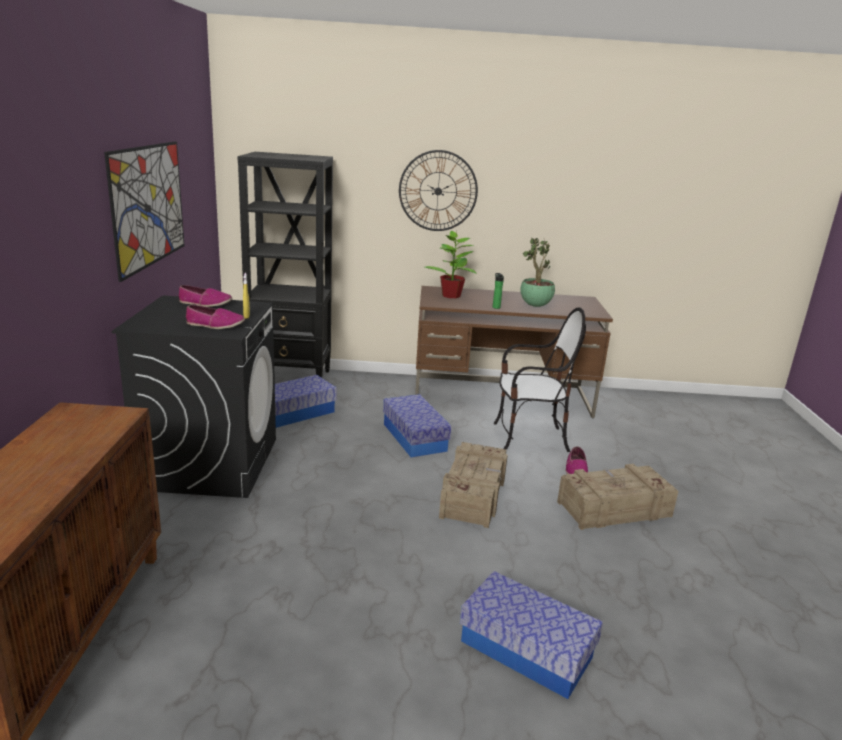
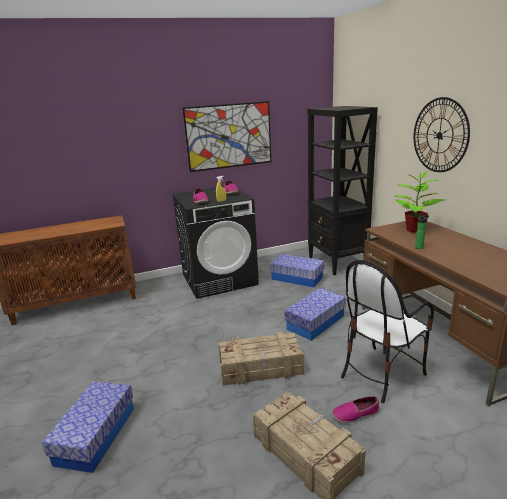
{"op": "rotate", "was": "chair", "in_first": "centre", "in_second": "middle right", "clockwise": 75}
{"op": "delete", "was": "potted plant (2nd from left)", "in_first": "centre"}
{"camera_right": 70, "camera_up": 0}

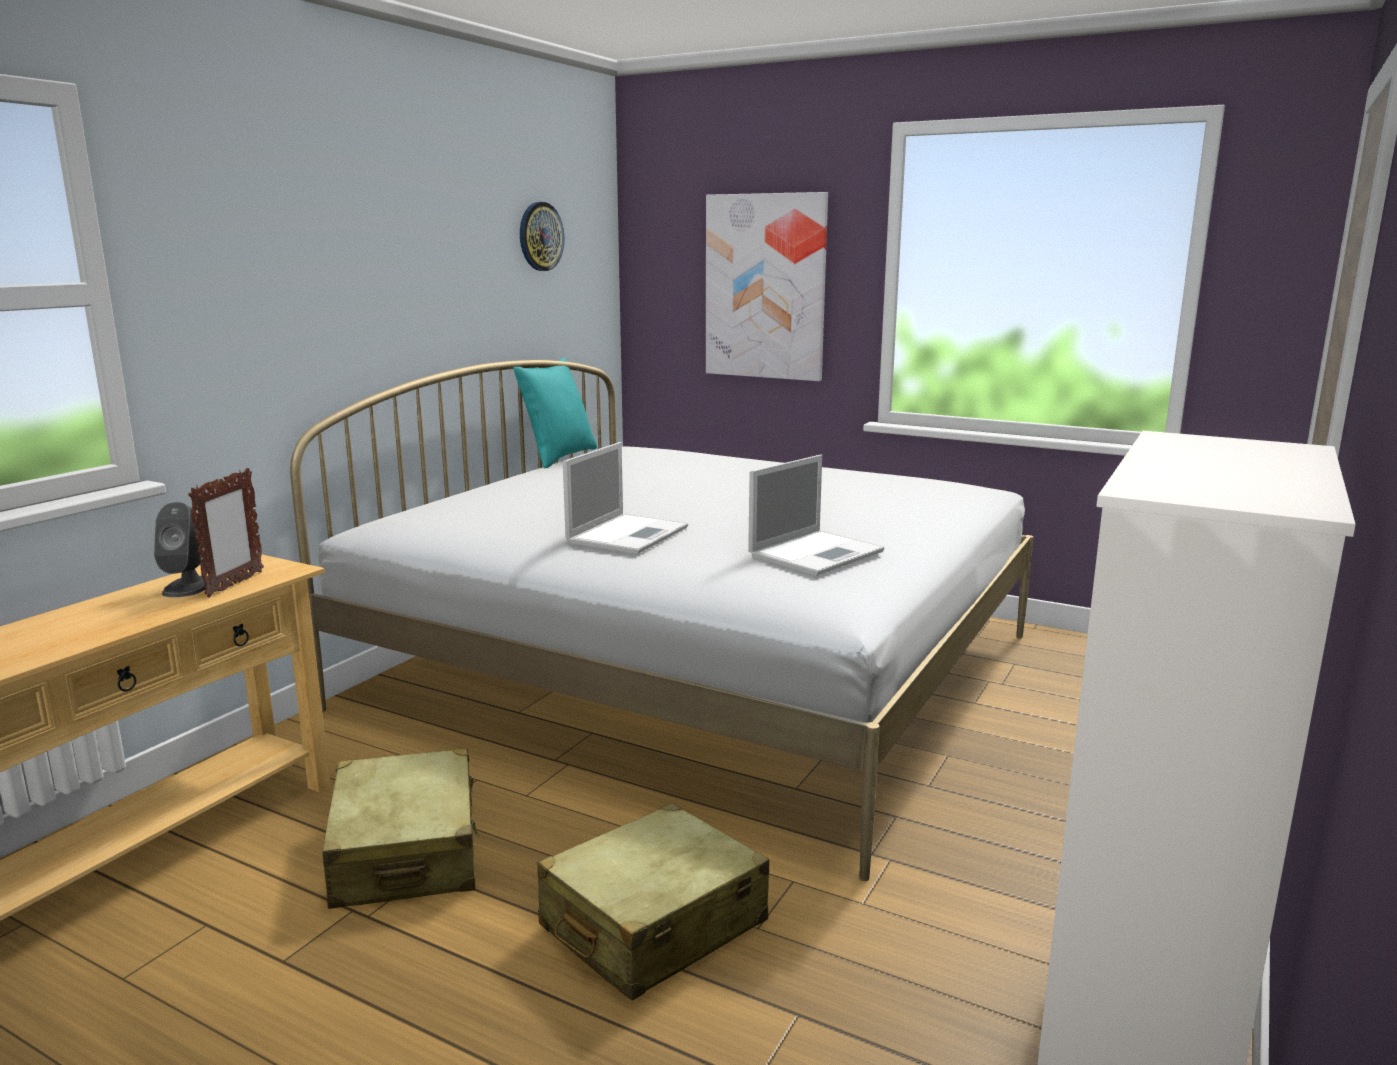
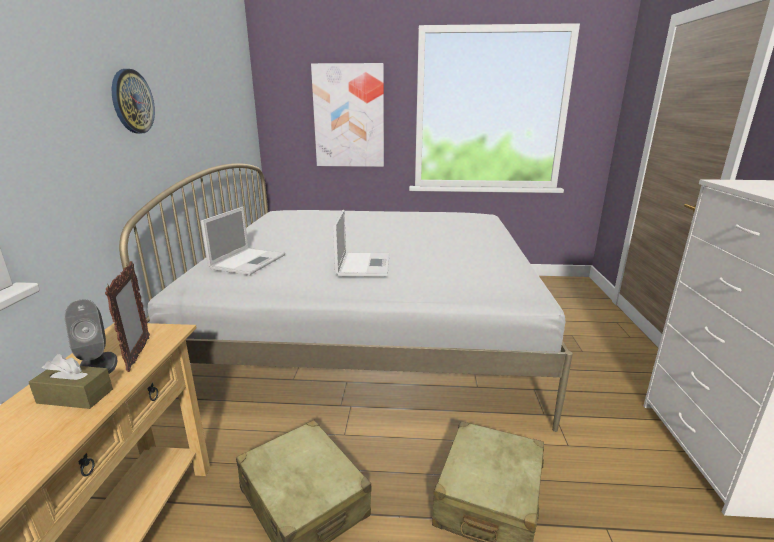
{"op": "delete", "was": "blue-green pillow", "in_first": "centre"}
{"op": "move", "was": "clock on the wall", "in_first": "top centre", "in_second": "top left"}
{"op": "move", "was": "portable computer (2nd from left in the first image)", "now": "portable computer (1st from left)", "in_first": "centre", "in_second": "middle left"}
{"op": "insert", "now": "brown tissue holder", "in_second": "bottom left"}
{"camera_right": -25, "camera_up": 5}

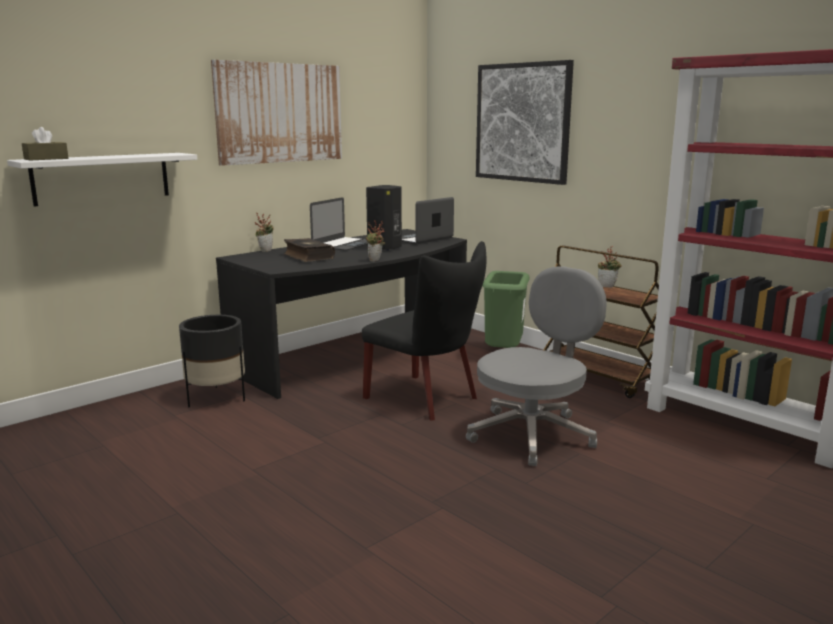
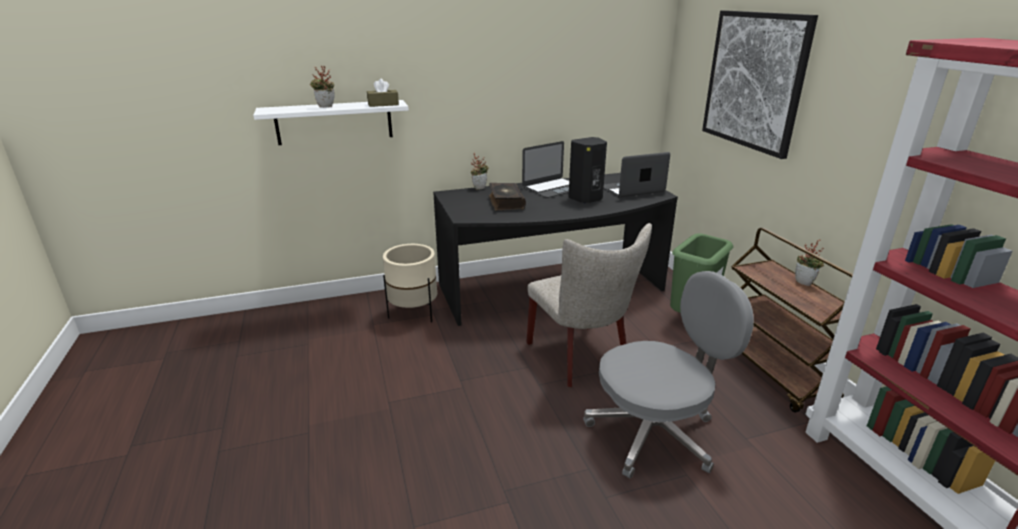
{"op": "move", "was": "brown tissue holder", "in_first": "top left", "in_second": "top centre"}
{"op": "recolor", "was": "black flower pot", "now": "beige flower pot", "in_first": "middle left", "in_second": "centre"}
{"op": "delete", "was": "picture (1st from left)", "in_first": "top left"}
{"op": "recolor", "was": "black chair", "now": "beige chair", "in_first": "centre", "in_second": "centre"}
{"op": "move", "was": "potted plant (2nd from left in the first image)", "now": "potted plant (1st from left)", "in_first": "centre", "in_second": "top left"}
{"camera_right": 25, "camera_up": 10}

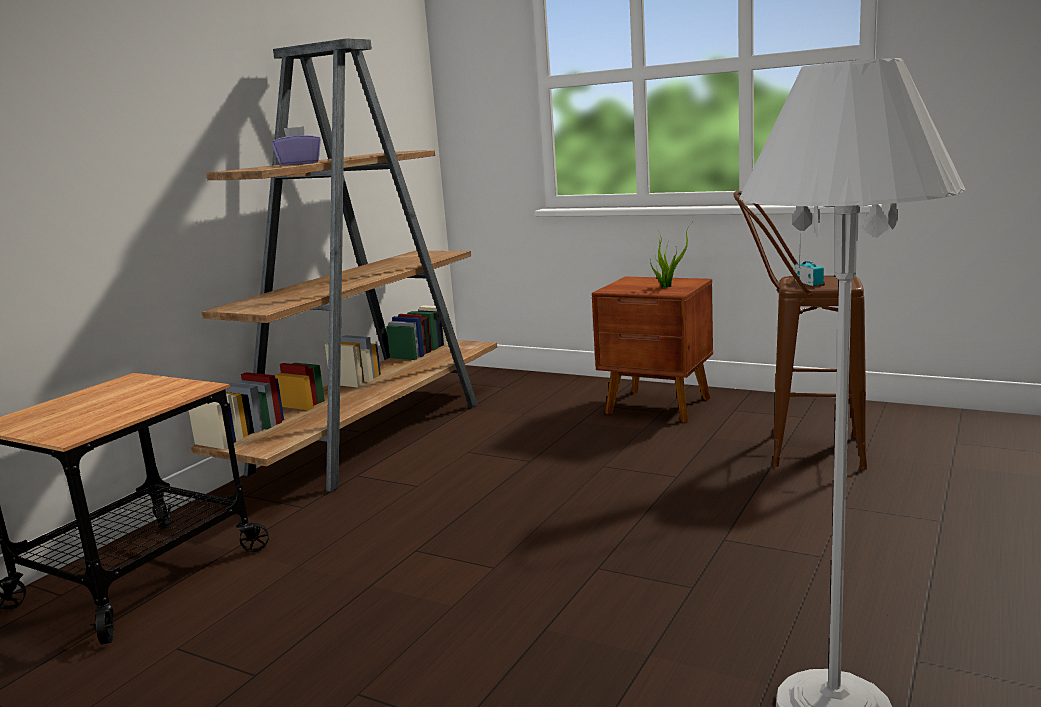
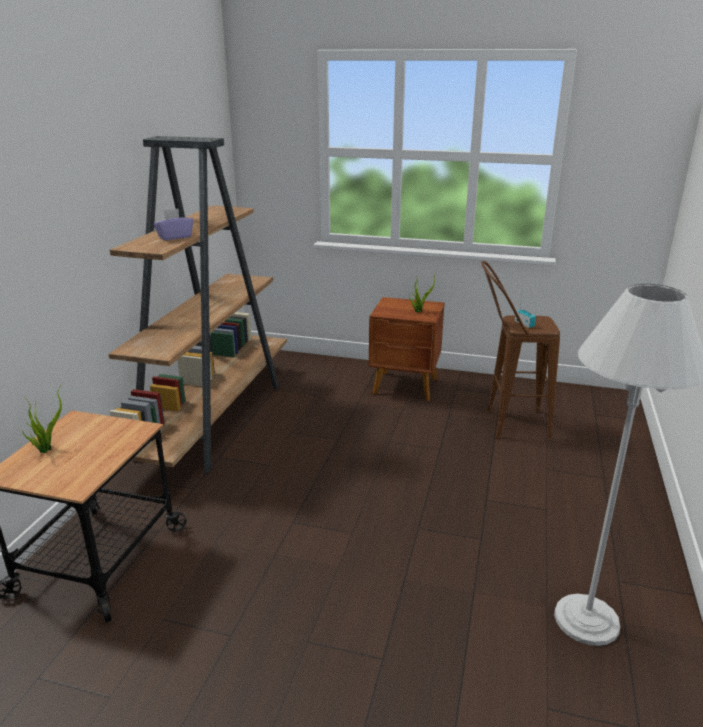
{"op": "insert", "now": "potted plant (1st from left)", "in_second": "middle left"}
{"camera_right": -15, "camera_up": 10}

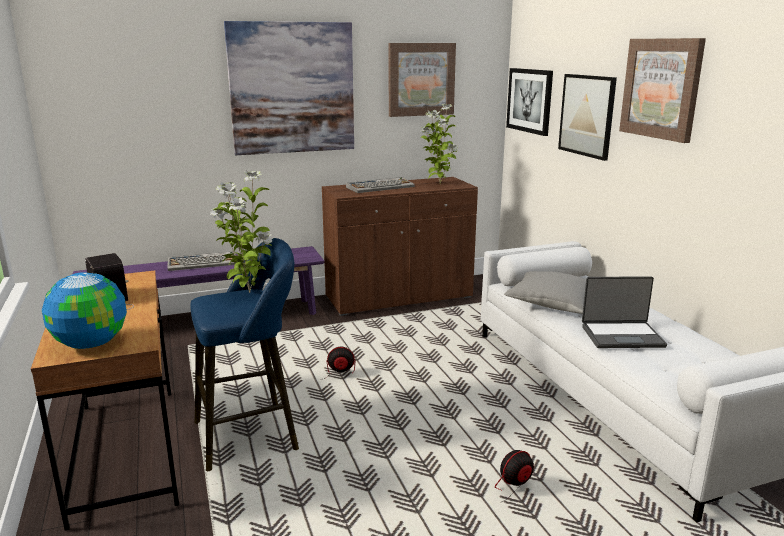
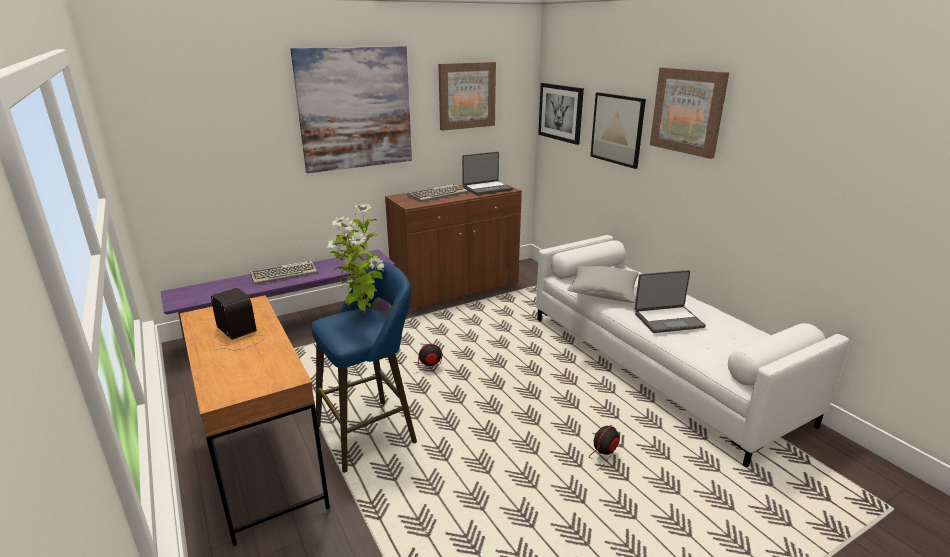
{"op": "delete", "was": "globe", "in_first": "middle left"}
{"op": "replace", "was": "potted plant (2nd from left)", "now": "portable computer (1st from left)", "in_first": "top centre", "in_second": "top centre"}
{"camera_right": -10, "camera_up": 5}

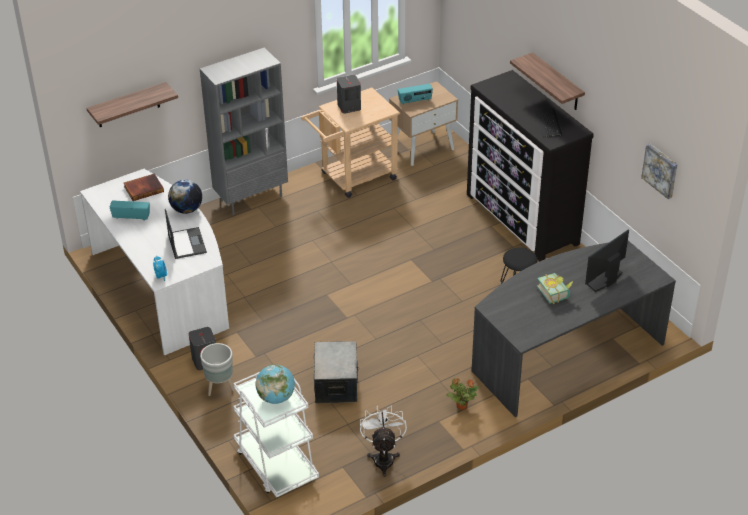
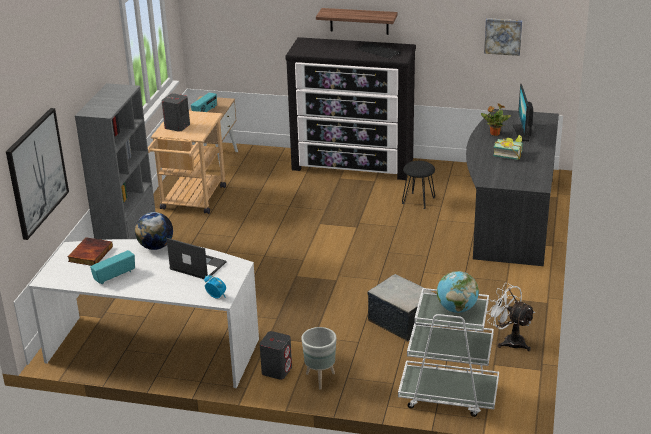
{"op": "replace", "was": "shelf (1st from left)", "now": "picture (1st from left)", "in_first": "top left", "in_second": "middle left"}
{"op": "move", "was": "potted plant", "in_first": "bottom centre", "in_second": "top right"}
{"camera_right": -45, "camera_up": -10}

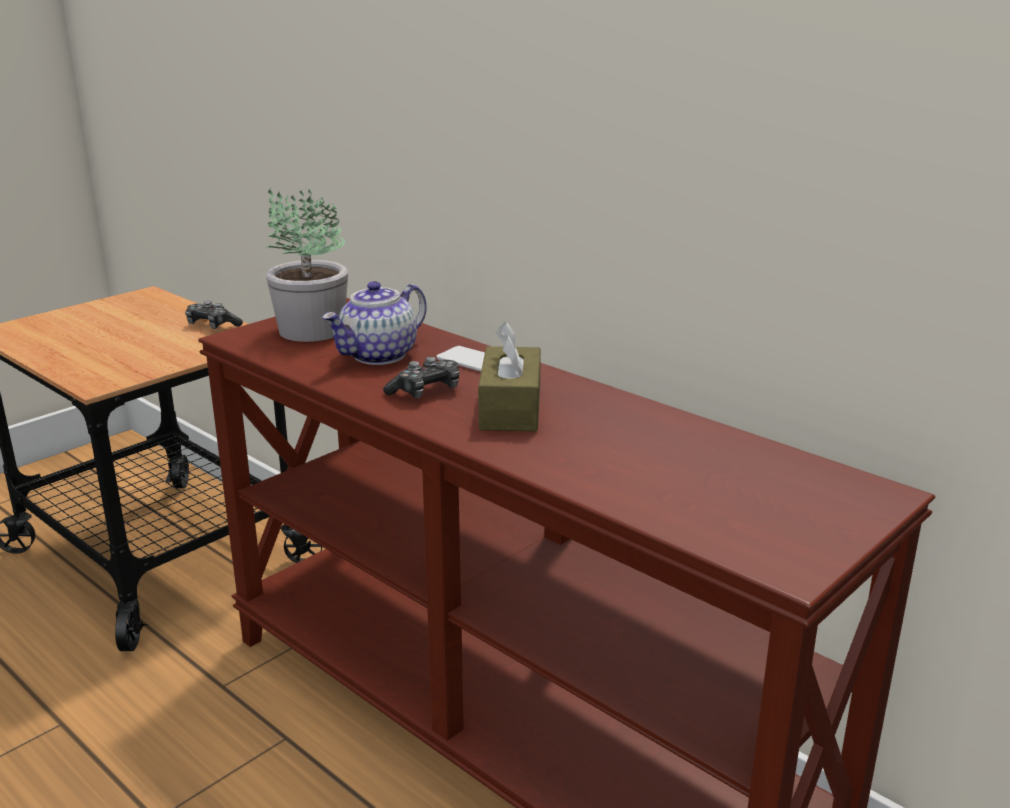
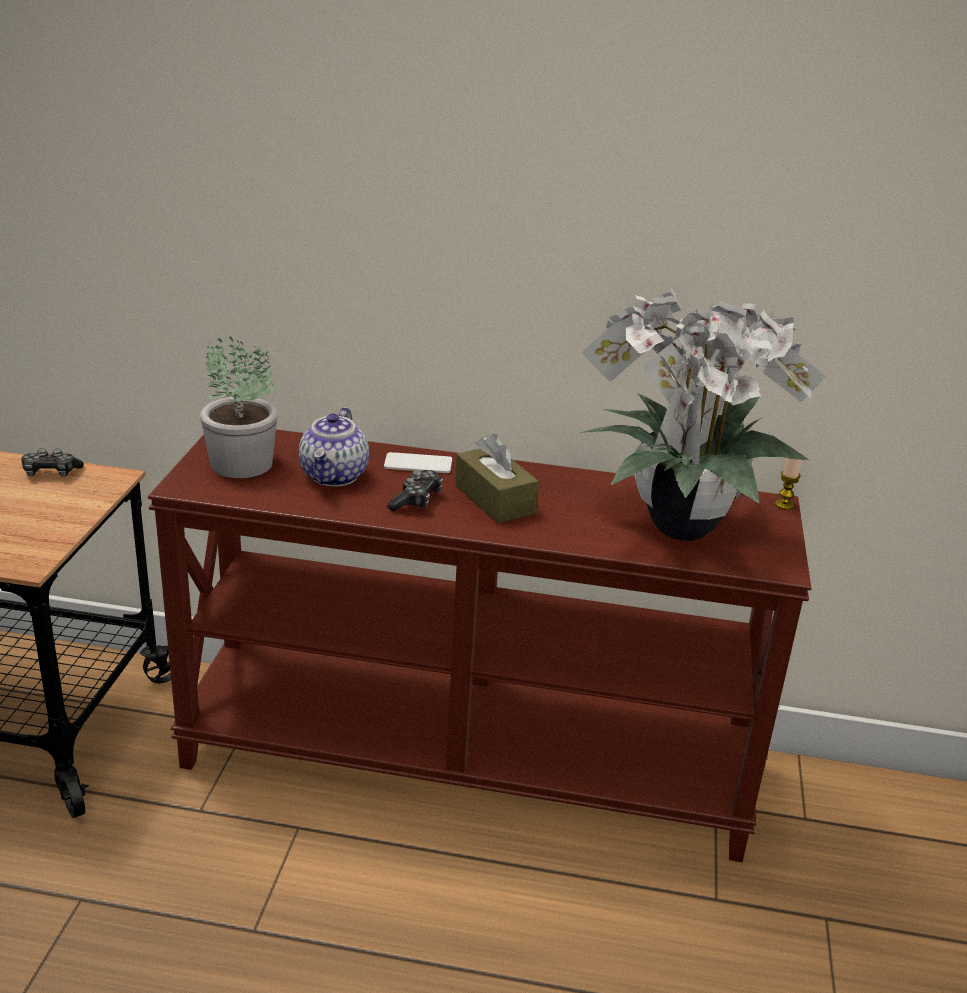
{"op": "insert", "now": "potted plant (2nd from left)", "in_second": "middle right"}
{"op": "insert", "now": "wax light", "in_second": "middle right"}
{"camera_right": -35, "camera_up": 5}

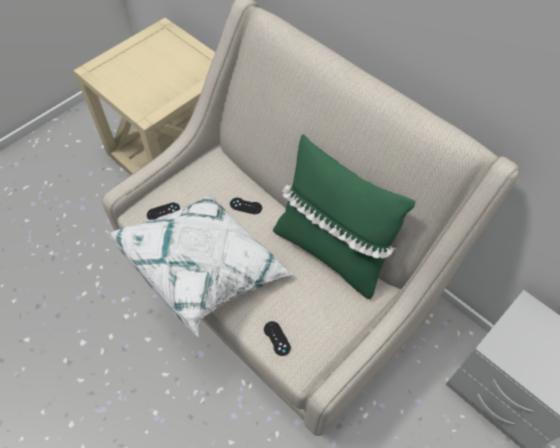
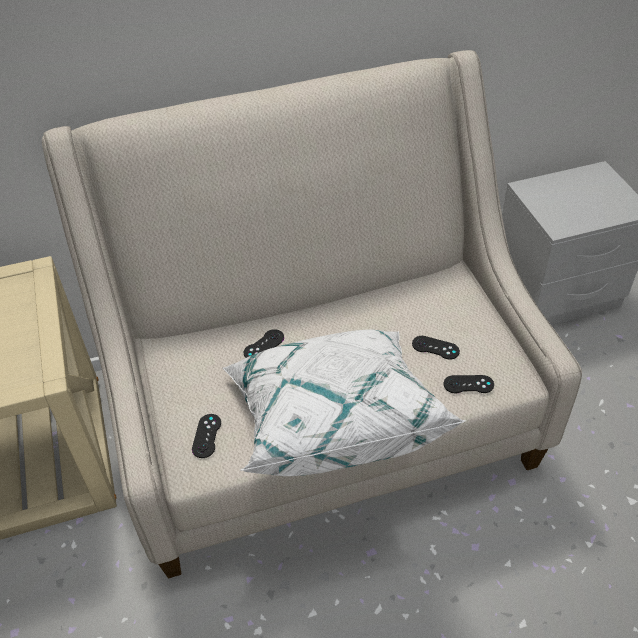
{"op": "delete", "was": "greenish pillow", "in_first": "centre"}
{"op": "insert", "now": "black joypad (3rd from left)", "in_second": "middle right"}
{"camera_right": -60, "camera_up": -10}

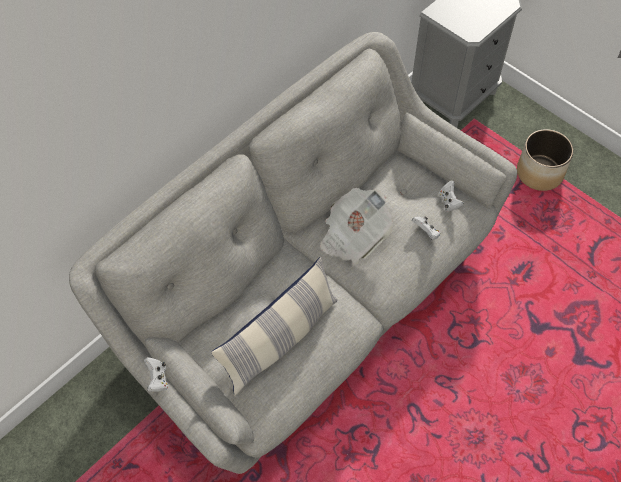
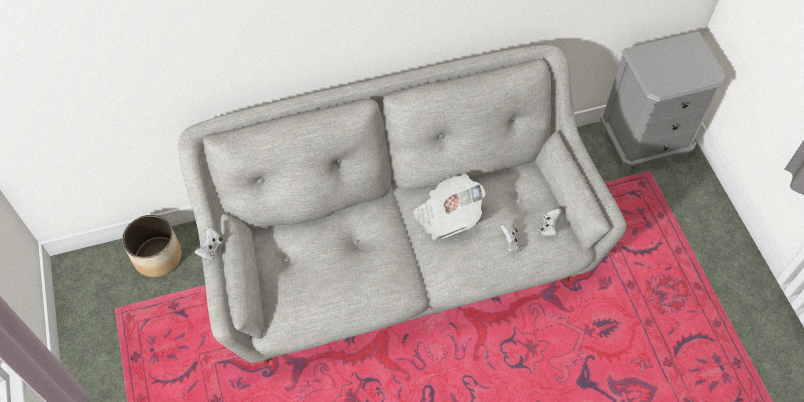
{"op": "delete", "was": "pillow", "in_first": "bottom centre"}
{"op": "move", "was": "flower pot", "in_first": "top right", "in_second": "middle left"}
{"camera_right": 30, "camera_up": 0}

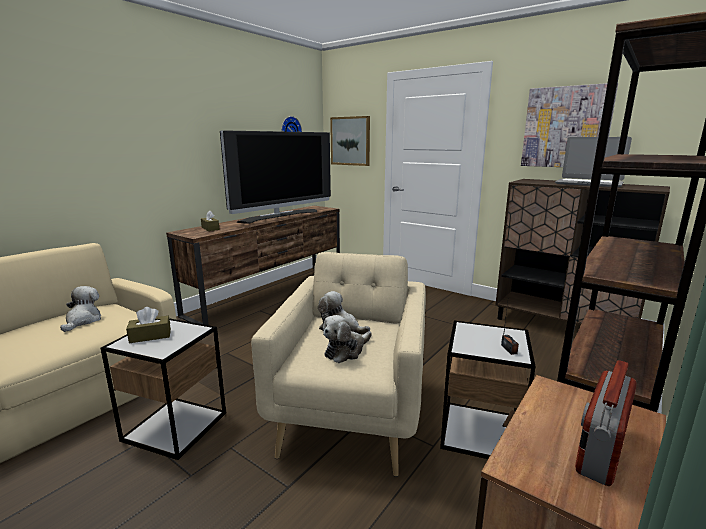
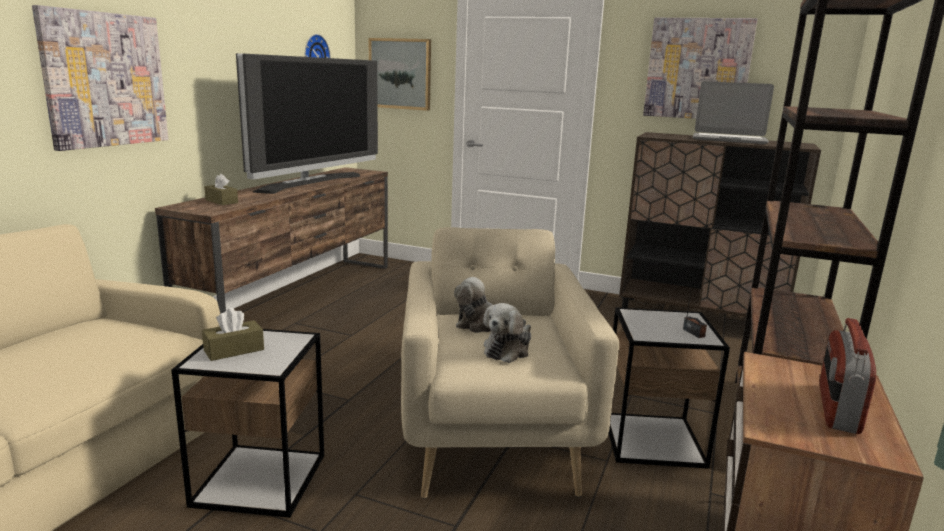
{"op": "delete", "was": "soft toy (1st from left)", "in_first": "middle left"}
{"op": "insert", "now": "picture (1st from left)", "in_second": "top left"}
{"camera_right": -15, "camera_up": 0}

